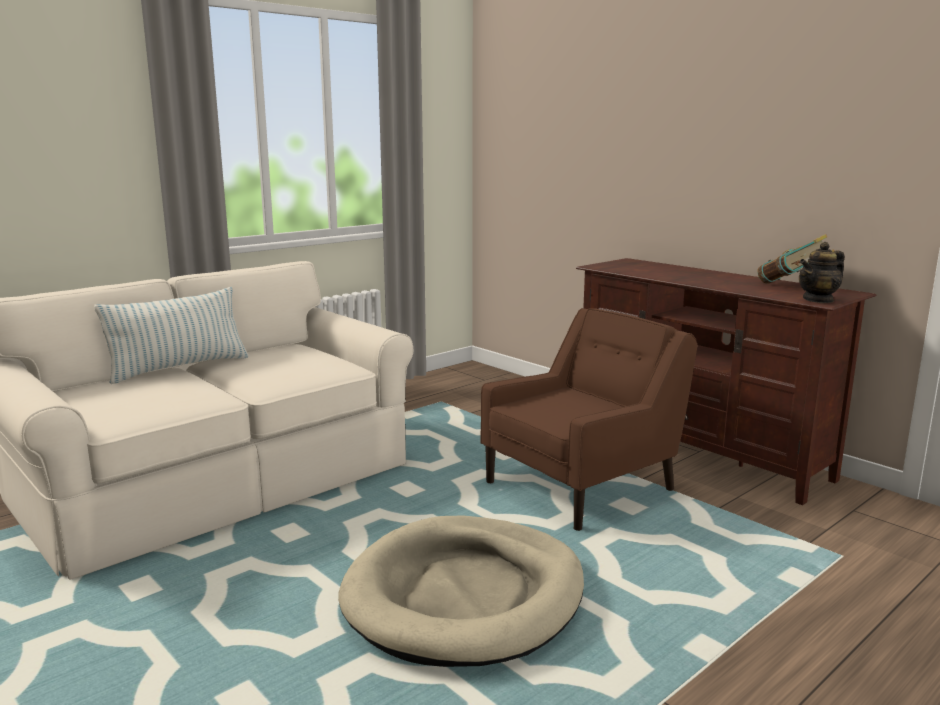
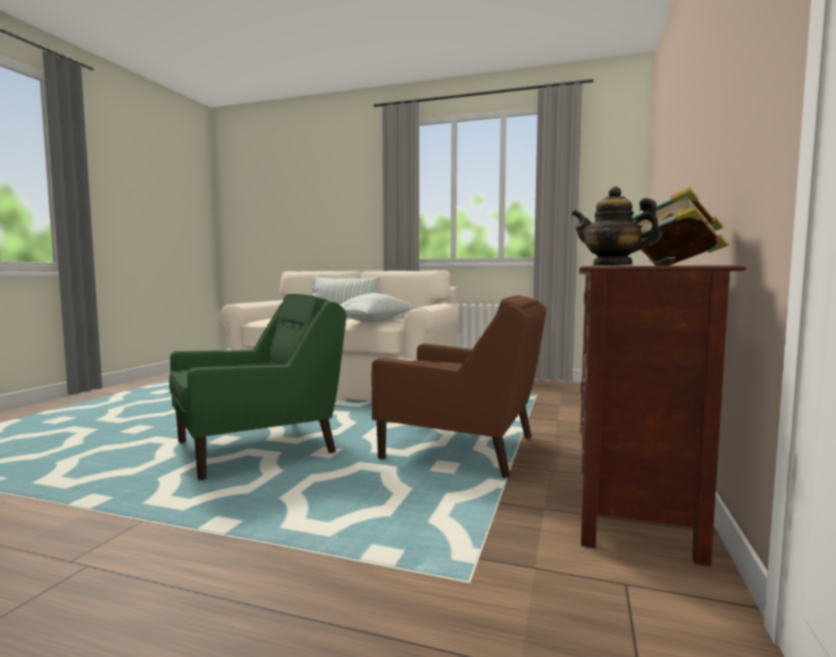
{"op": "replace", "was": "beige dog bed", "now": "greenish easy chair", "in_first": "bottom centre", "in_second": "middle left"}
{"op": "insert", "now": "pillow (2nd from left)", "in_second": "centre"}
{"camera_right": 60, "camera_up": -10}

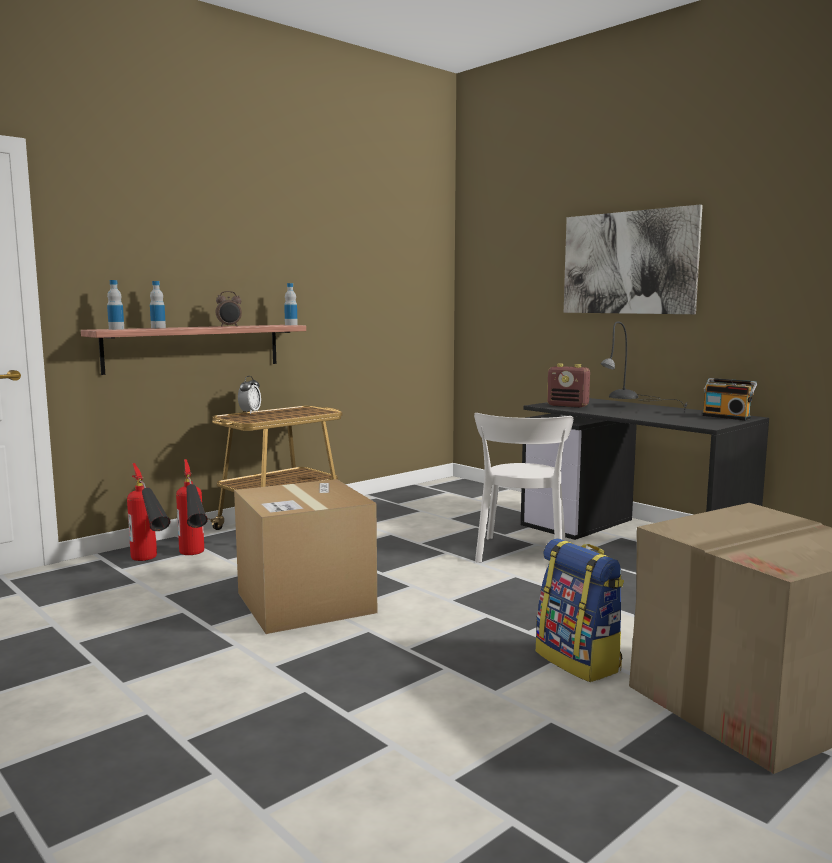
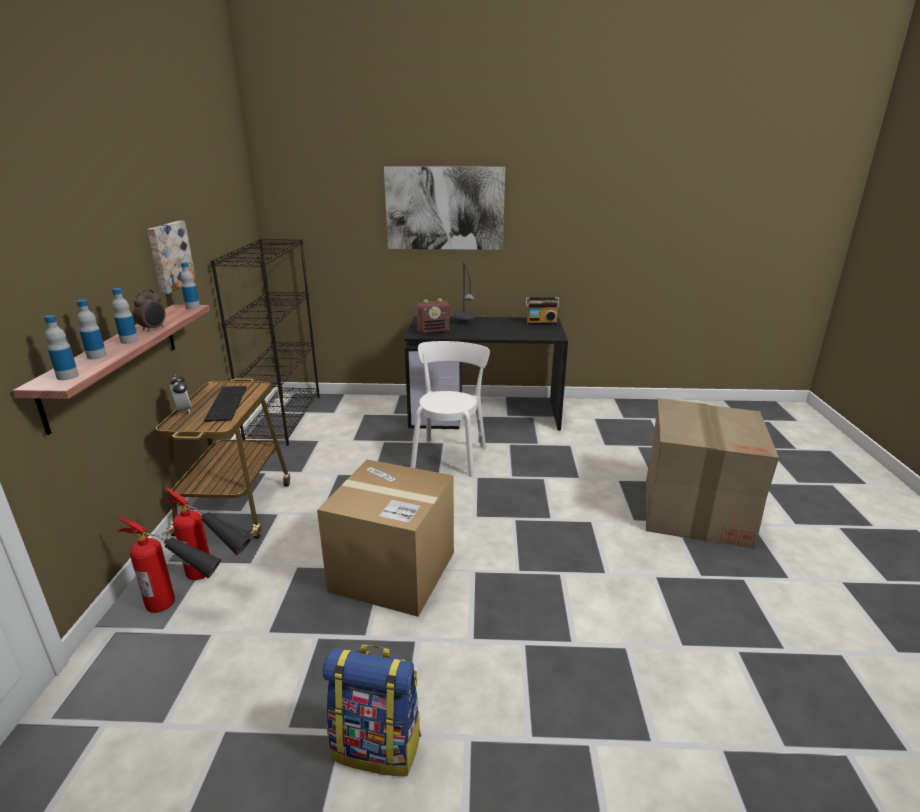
{"op": "rotate", "was": "white-coloured chair", "in_first": "centre", "in_second": "centre", "clockwise": -135}
{"op": "move", "was": "backpack", "in_first": "bottom right", "in_second": "bottom centre"}
{"op": "insert", "now": "beverage bottle (3rd from left)", "in_second": "middle left"}
{"op": "insert", "now": "picture (1st from left)", "in_second": "top left"}
{"op": "insert", "now": "PC keyboard", "in_second": "middle left"}
{"op": "insert", "now": "black bookshelf", "in_second": "middle left"}
{"camera_right": -45, "camera_up": 15}

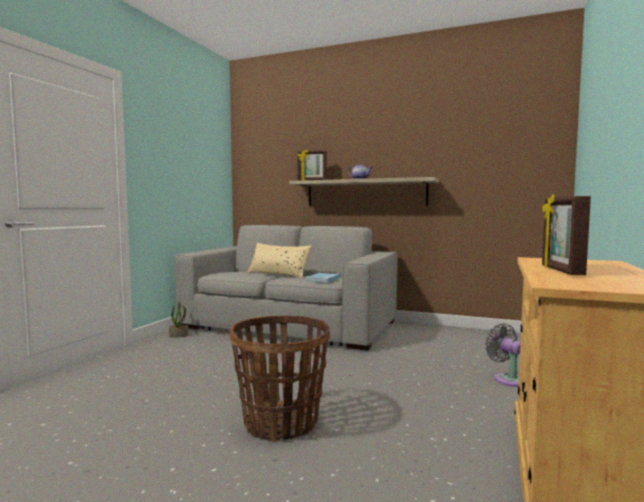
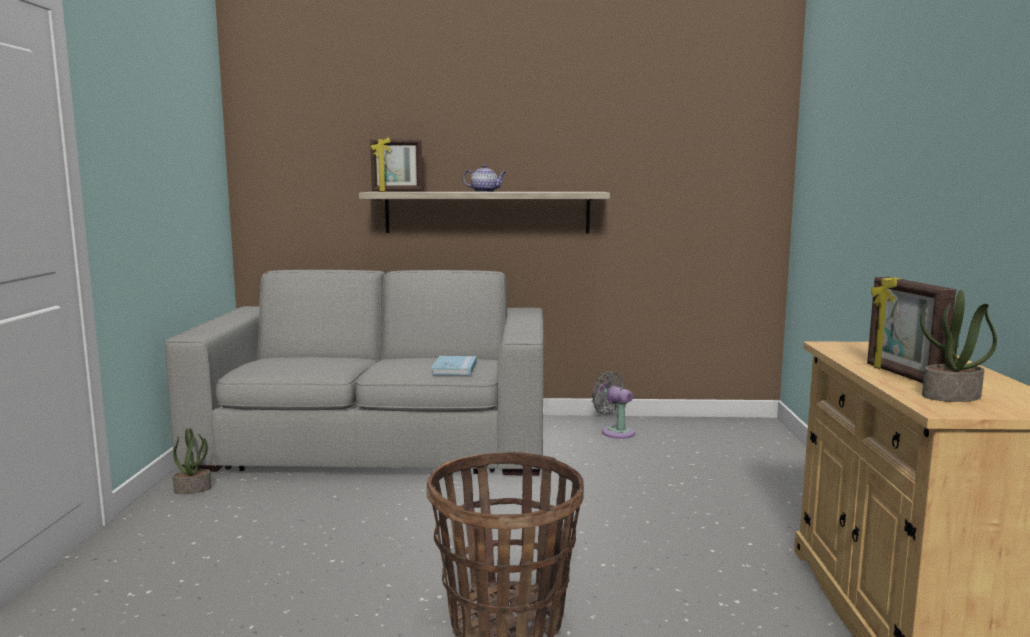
{"op": "delete", "was": "beige pillow", "in_first": "centre"}
{"op": "move", "was": "greyish cooling fan", "in_first": "bottom right", "in_second": "centre"}
{"op": "insert", "now": "potted plant (2nd from left)", "in_second": "middle right"}
{"camera_right": -20, "camera_up": 5}

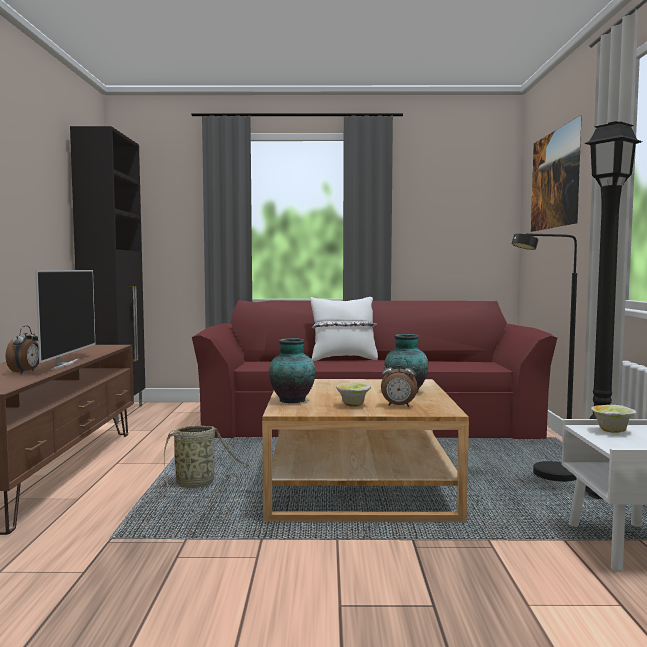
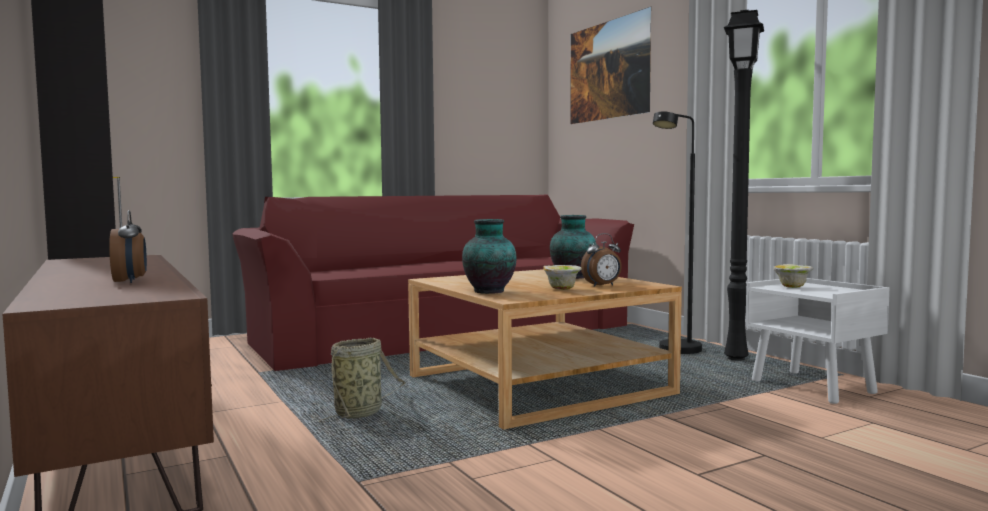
{"op": "delete", "was": "TV", "in_first": "middle left"}
{"op": "delete", "was": "white-coloured pillow", "in_first": "centre"}
{"camera_right": -30, "camera_up": 0}

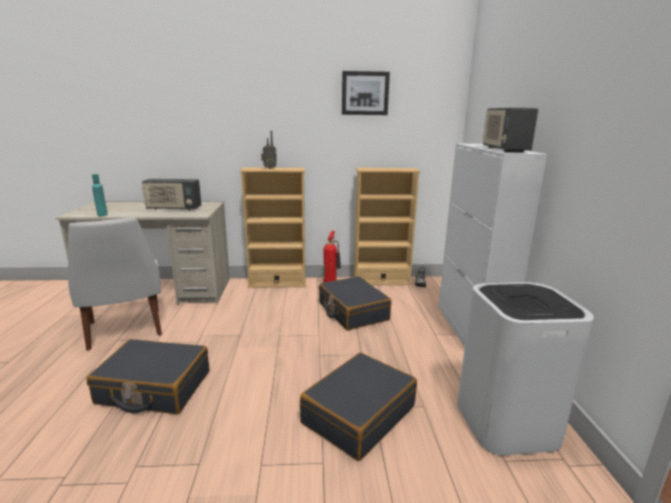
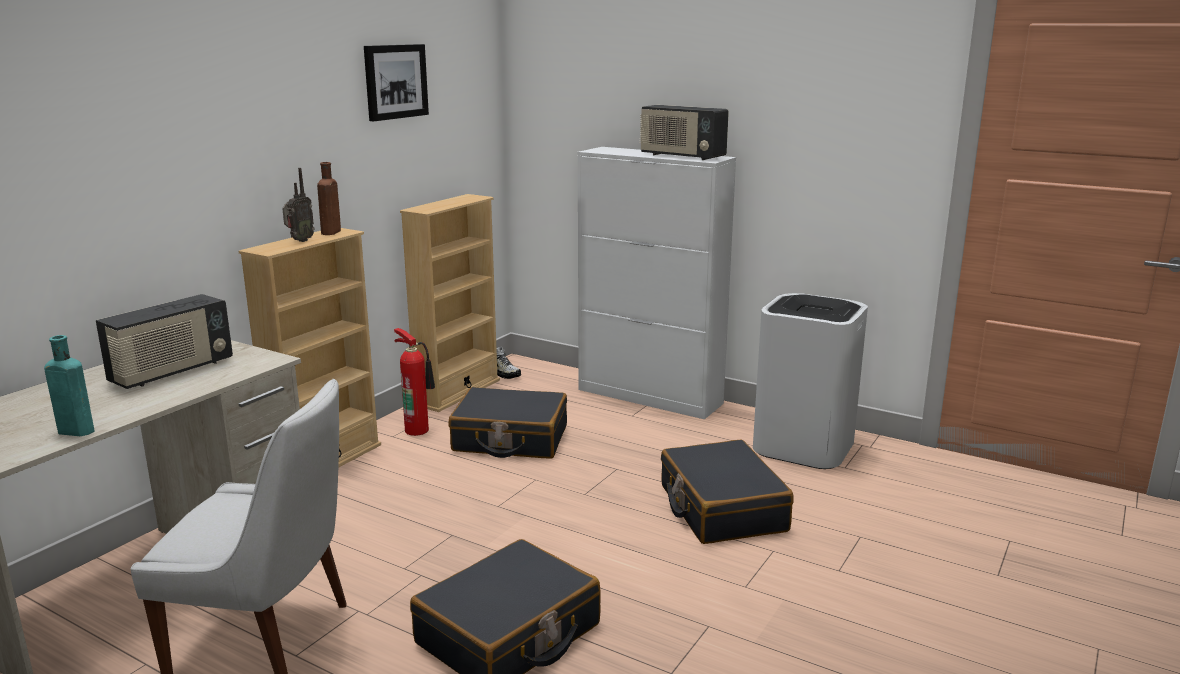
{"op": "insert", "now": "brown beverage bottle", "in_second": "top left"}
{"camera_right": -55, "camera_up": 0}

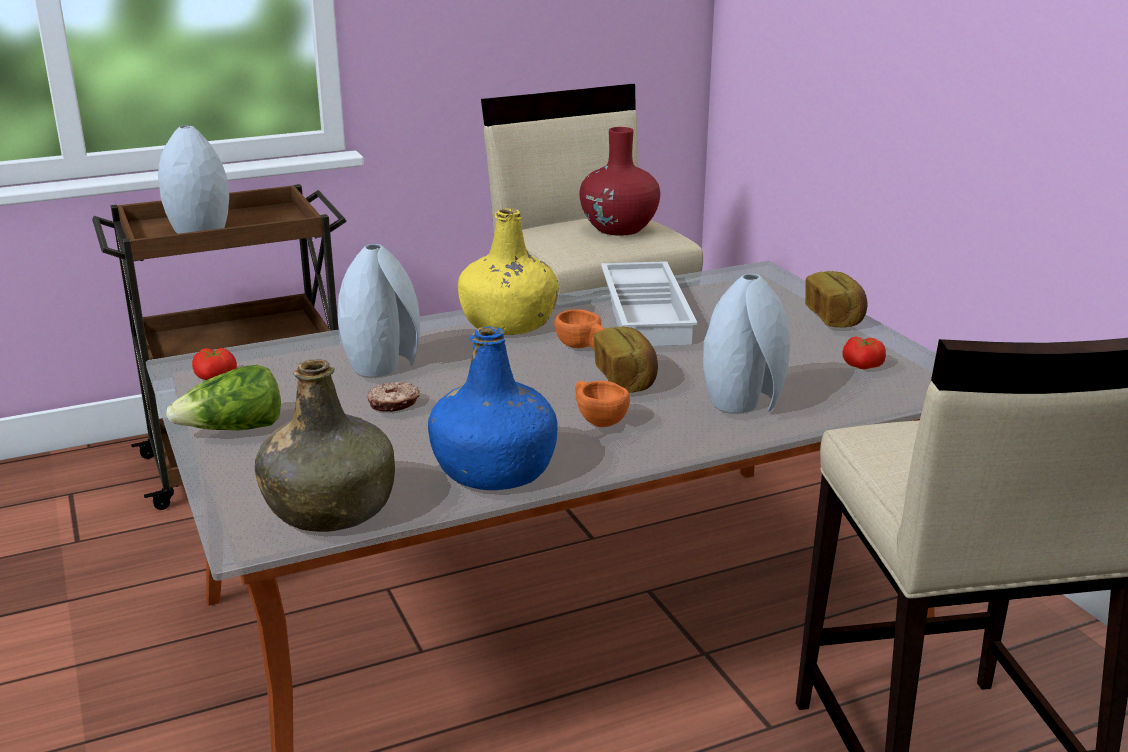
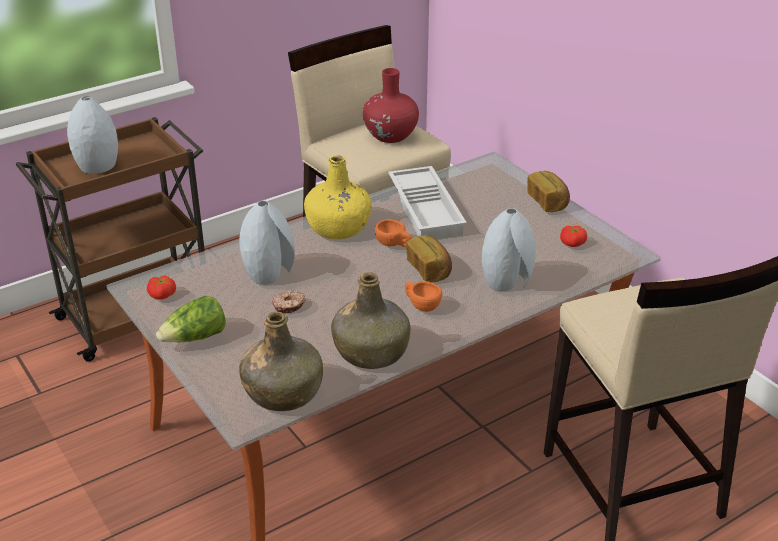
{"op": "recolor", "was": "bluish beverage bottle", "now": "greenish beverage bottle (2nd from left)", "in_first": "centre", "in_second": "centre"}
{"camera_right": -10, "camera_up": 10}

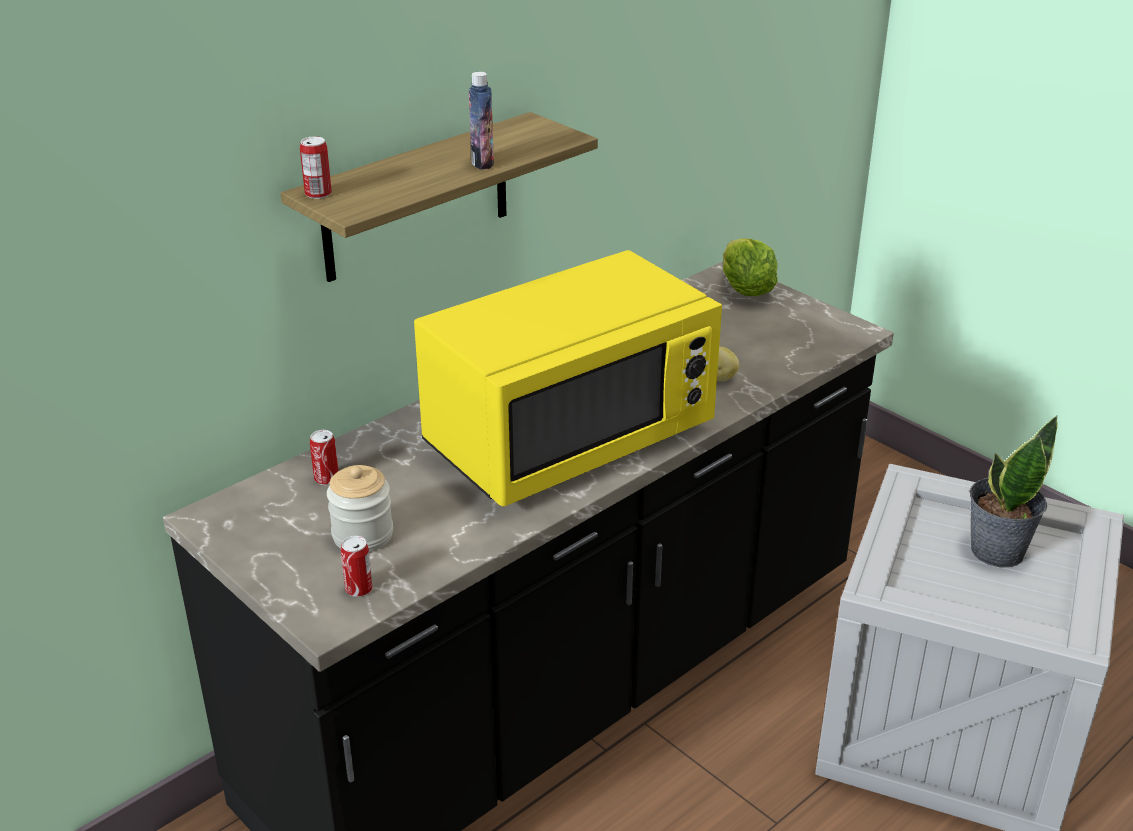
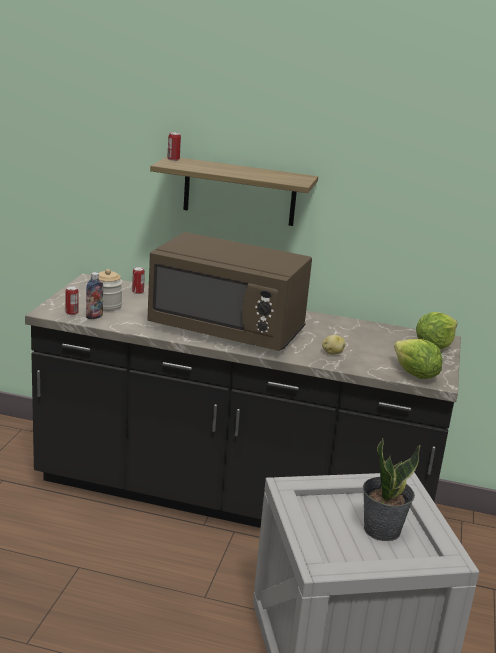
{"op": "recolor", "was": "yellowish microwave oven", "now": "brown microwave oven", "in_first": "centre", "in_second": "centre"}
{"op": "move", "was": "beverage bottle", "in_first": "top centre", "in_second": "middle left"}
{"op": "insert", "now": "lettuce head (1st from left)", "in_second": "middle right"}
{"camera_right": 55, "camera_up": -10}

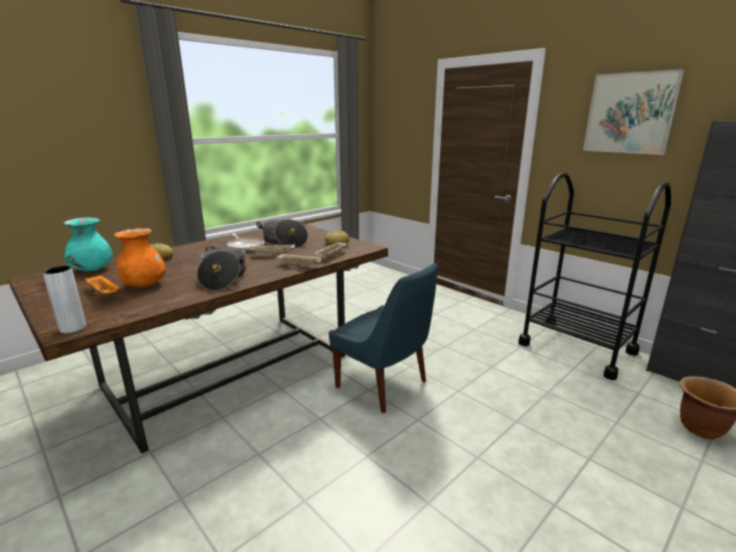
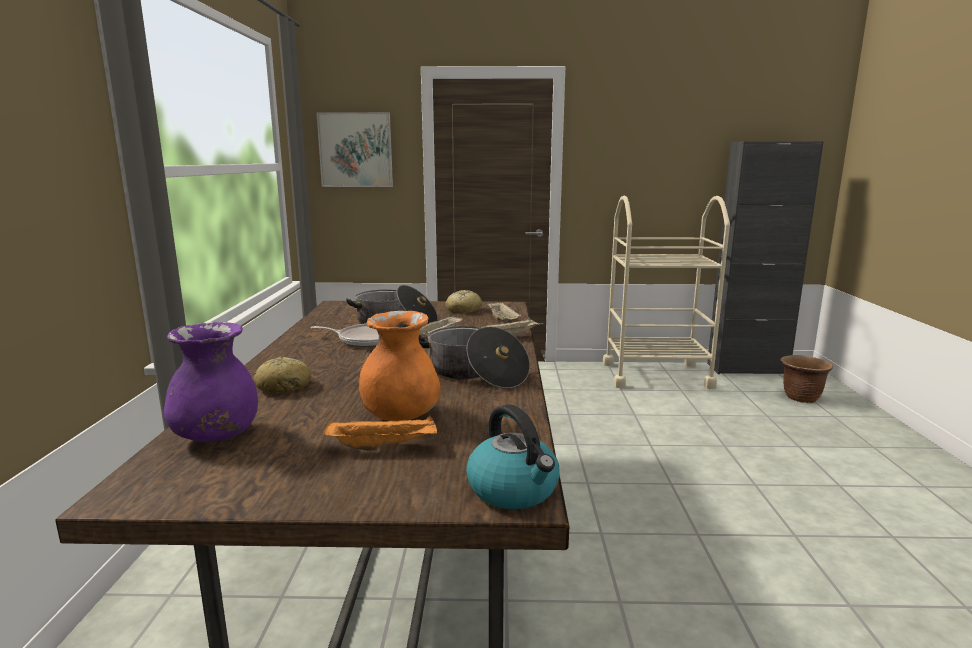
{"op": "replace", "was": "greyish flower vase", "now": "tea kettle", "in_first": "middle left", "in_second": "bottom centre"}
{"op": "recolor", "was": "blue-green flower vase", "now": "purple flower vase", "in_first": "middle left", "in_second": "middle left"}
{"op": "delete", "was": "bluish chair", "in_first": "centre"}
{"op": "recolor", "was": "black cart", "now": "beige cart", "in_first": "middle right", "in_second": "middle right"}
{"op": "move", "was": "picture", "in_first": "top right", "in_second": "top centre"}
{"camera_right": -45, "camera_up": -5}

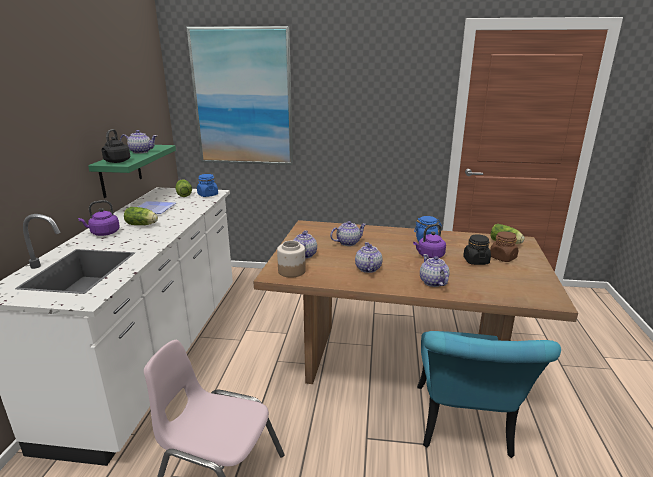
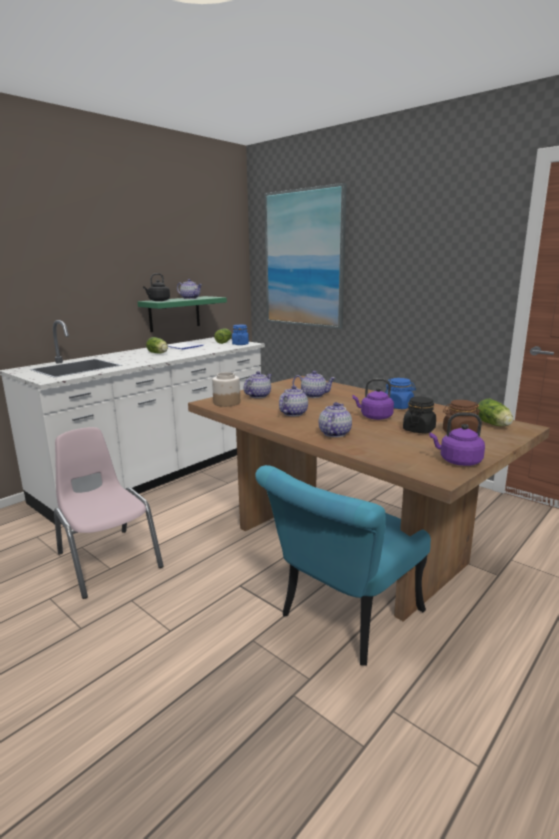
{"op": "move", "was": "purple tea kettle (1st from left in the first image)", "now": "purple tea kettle (2nd from left)", "in_first": "middle left", "in_second": "middle right"}
{"camera_right": 35, "camera_up": -5}

